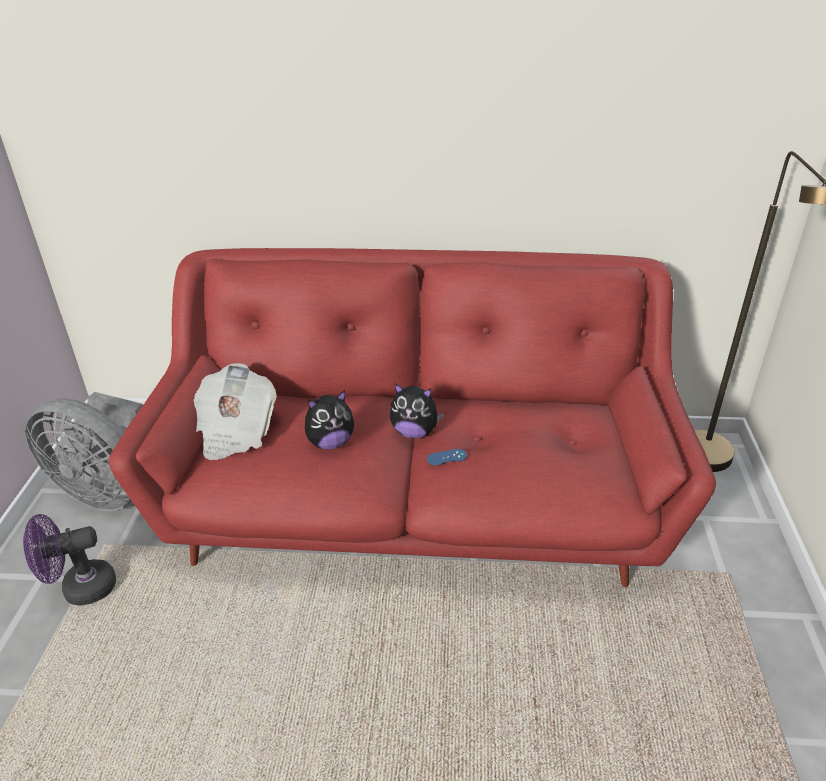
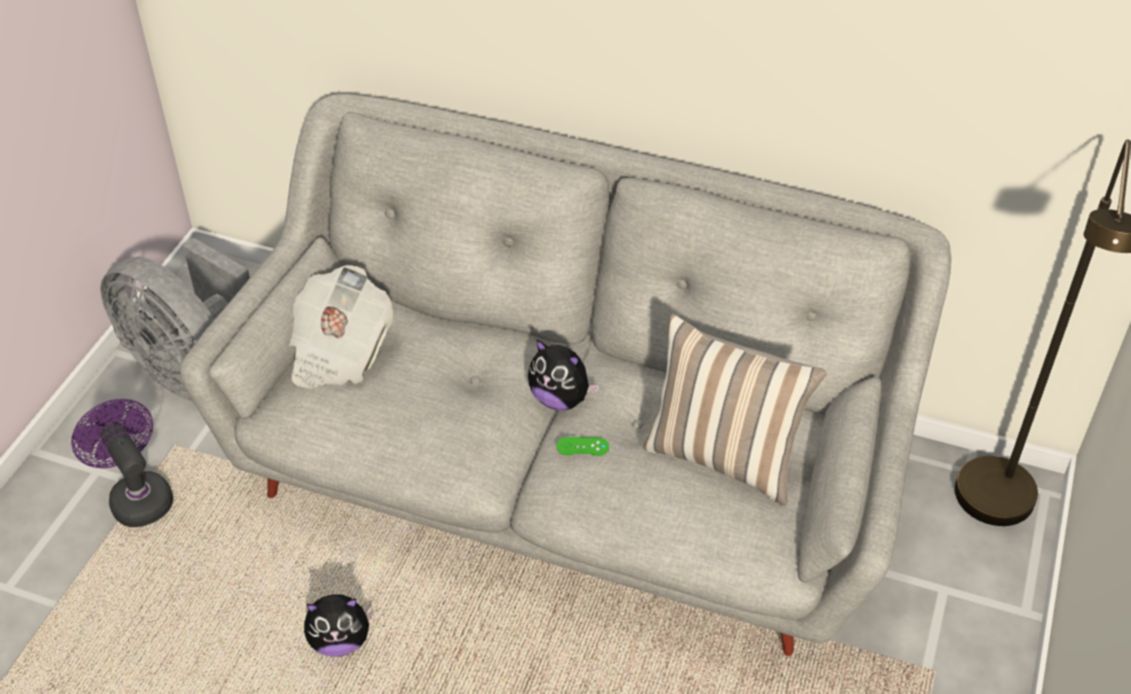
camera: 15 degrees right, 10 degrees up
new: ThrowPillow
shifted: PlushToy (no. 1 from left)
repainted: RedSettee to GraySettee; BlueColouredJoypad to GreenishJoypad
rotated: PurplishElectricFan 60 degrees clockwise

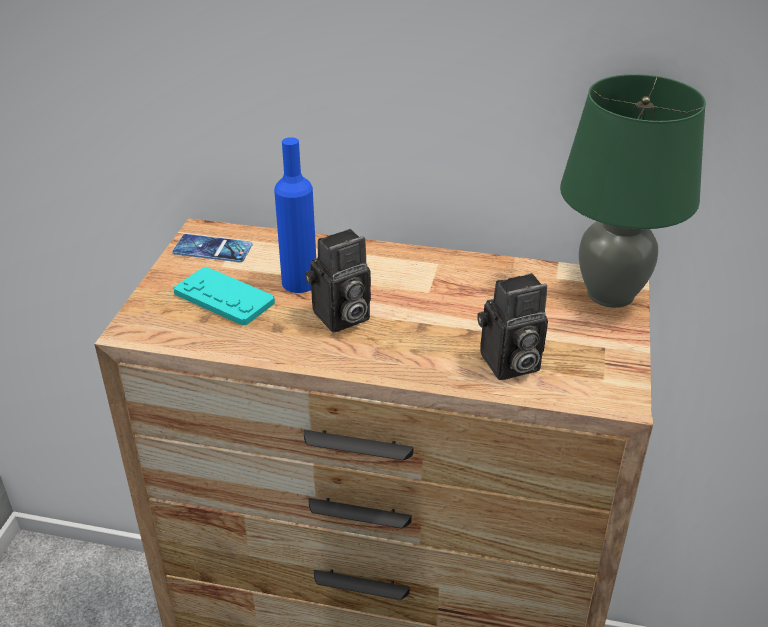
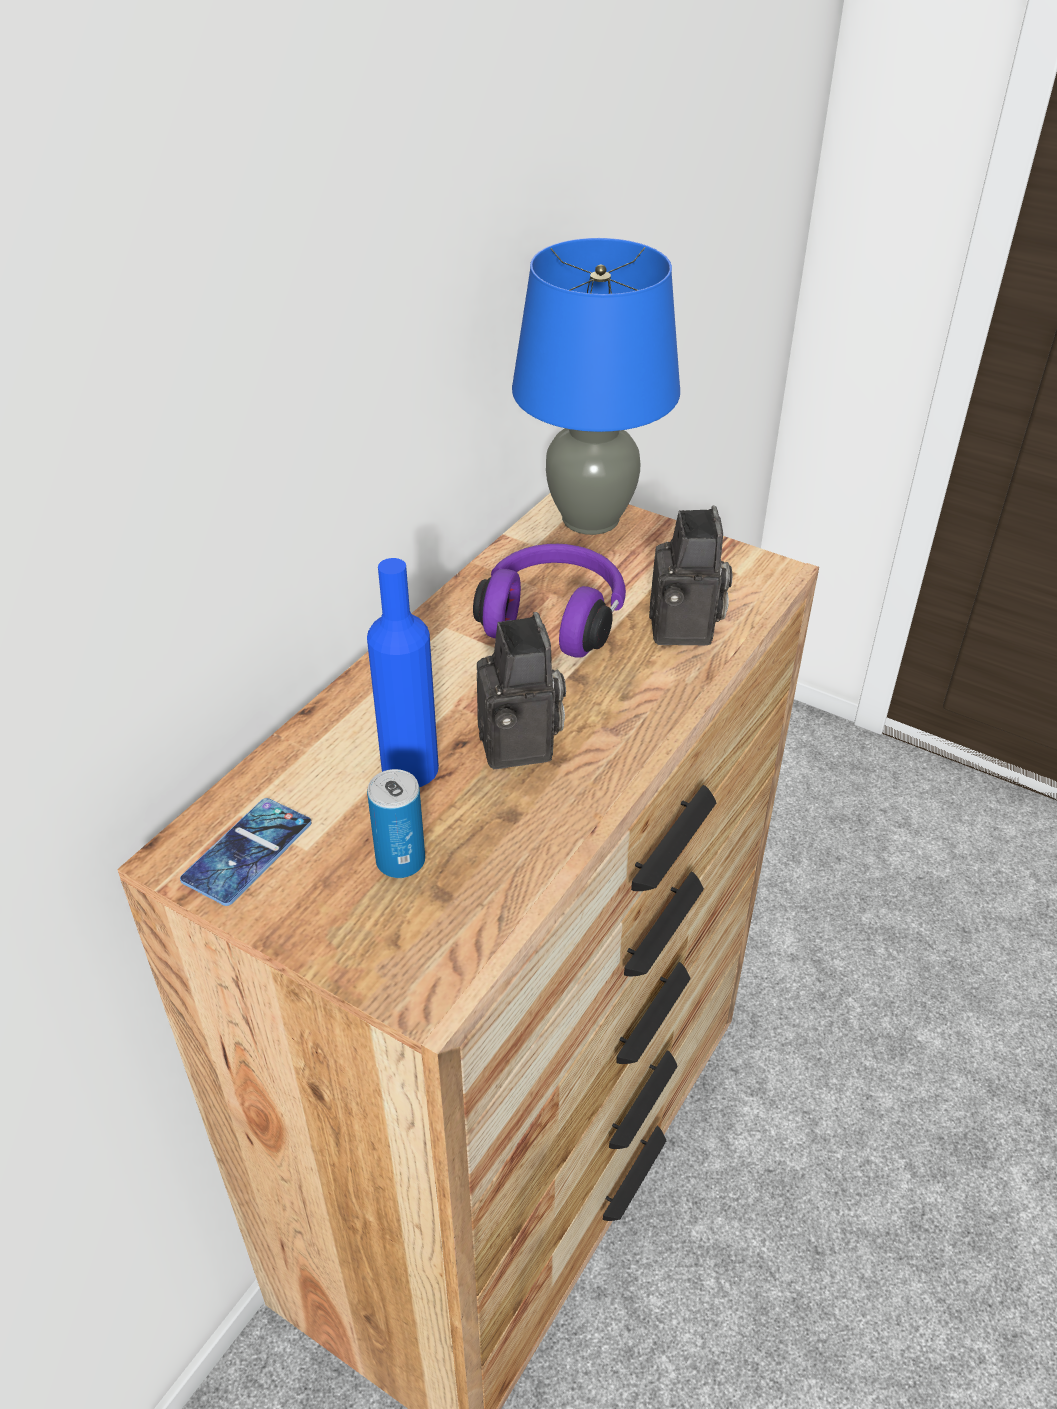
camera: 70 degrees left, 5 degrees up
new: PurplishPairOfHeadphones
swapped: TurquoiseColouredJoypad to MetalCan
repainted: GreenishLampForATable to BlueColouredLampForATable

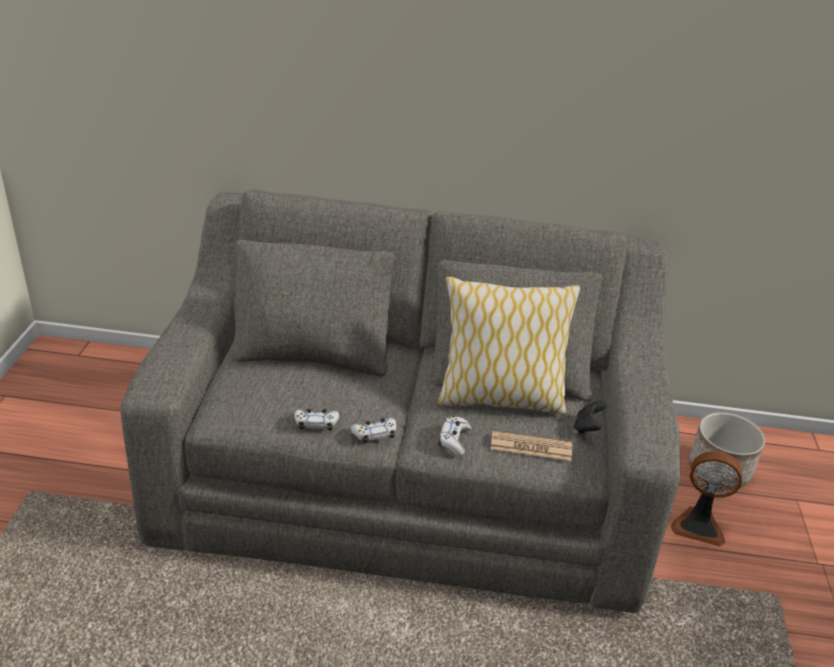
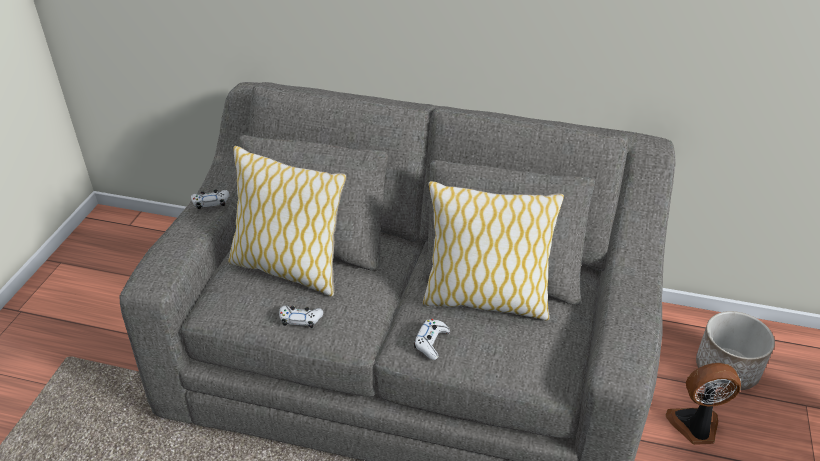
camera: 10 degrees right, 5 degrees up
gone: Newspaper; BlackColouredJoypad
new: ThrowPillow (no. 1 from left)
shifted: WhiteJoypad (no. 2 from left in the first image) to WhiteJoypad (no. 1 from left)
rotated: ElectricFan 150 degrees clockwise

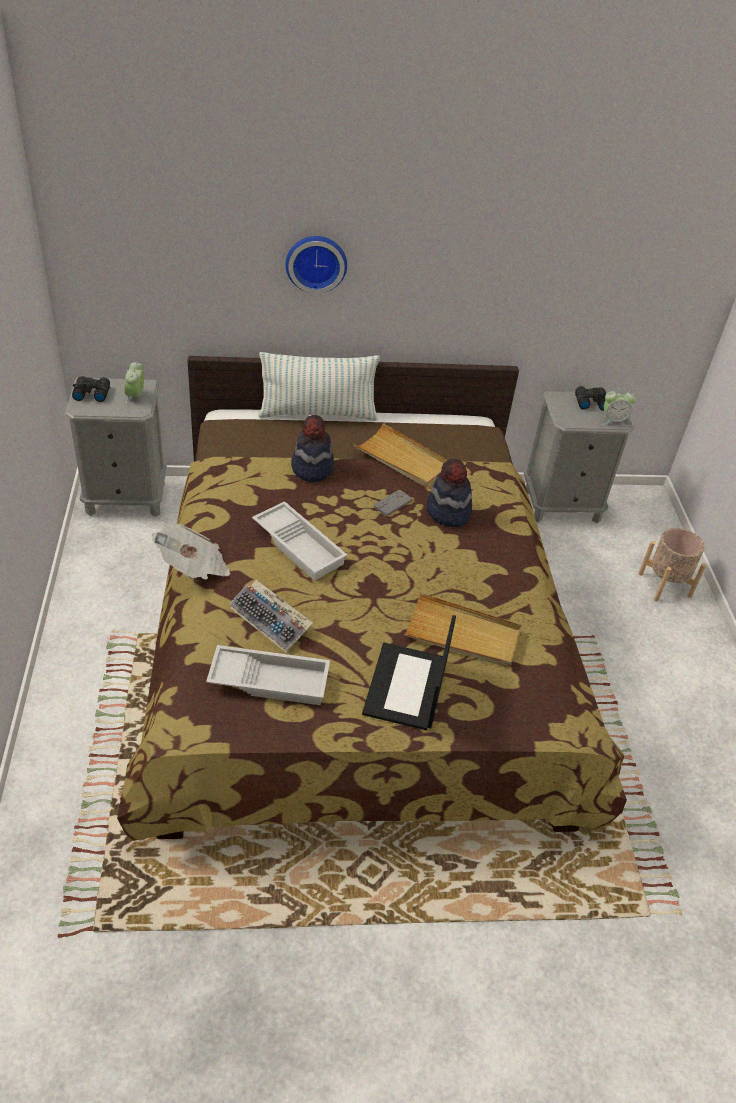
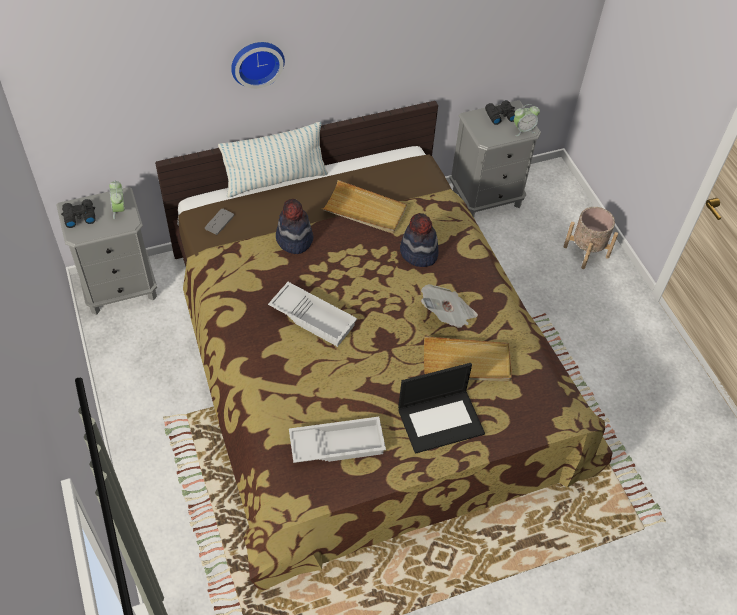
camera: 15 degrees left, 10 degrees up
gone: Keyboard
shifted: GrayJoypad; Newspaper
rotated: PortableComputer 105 degrees counterclockwise

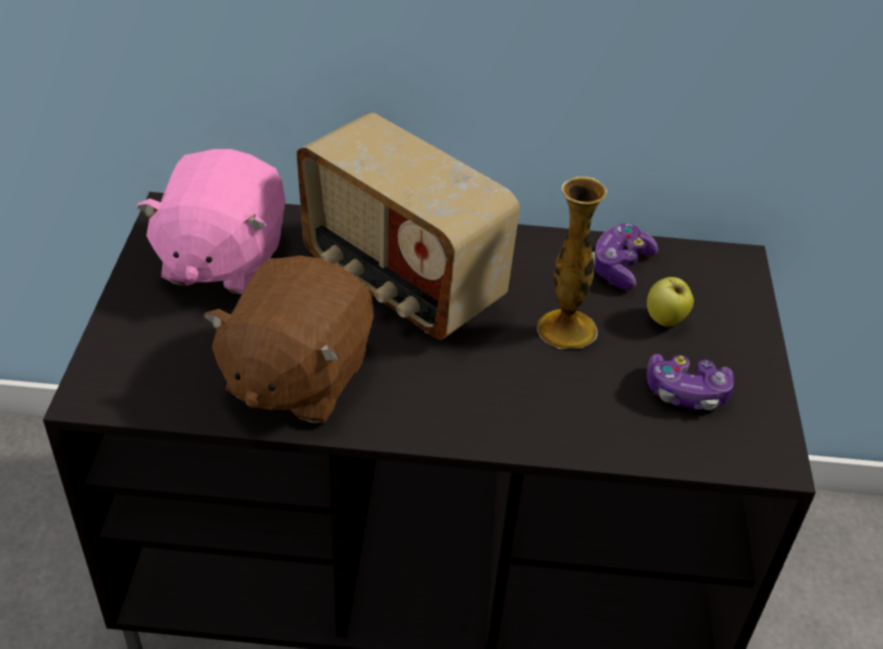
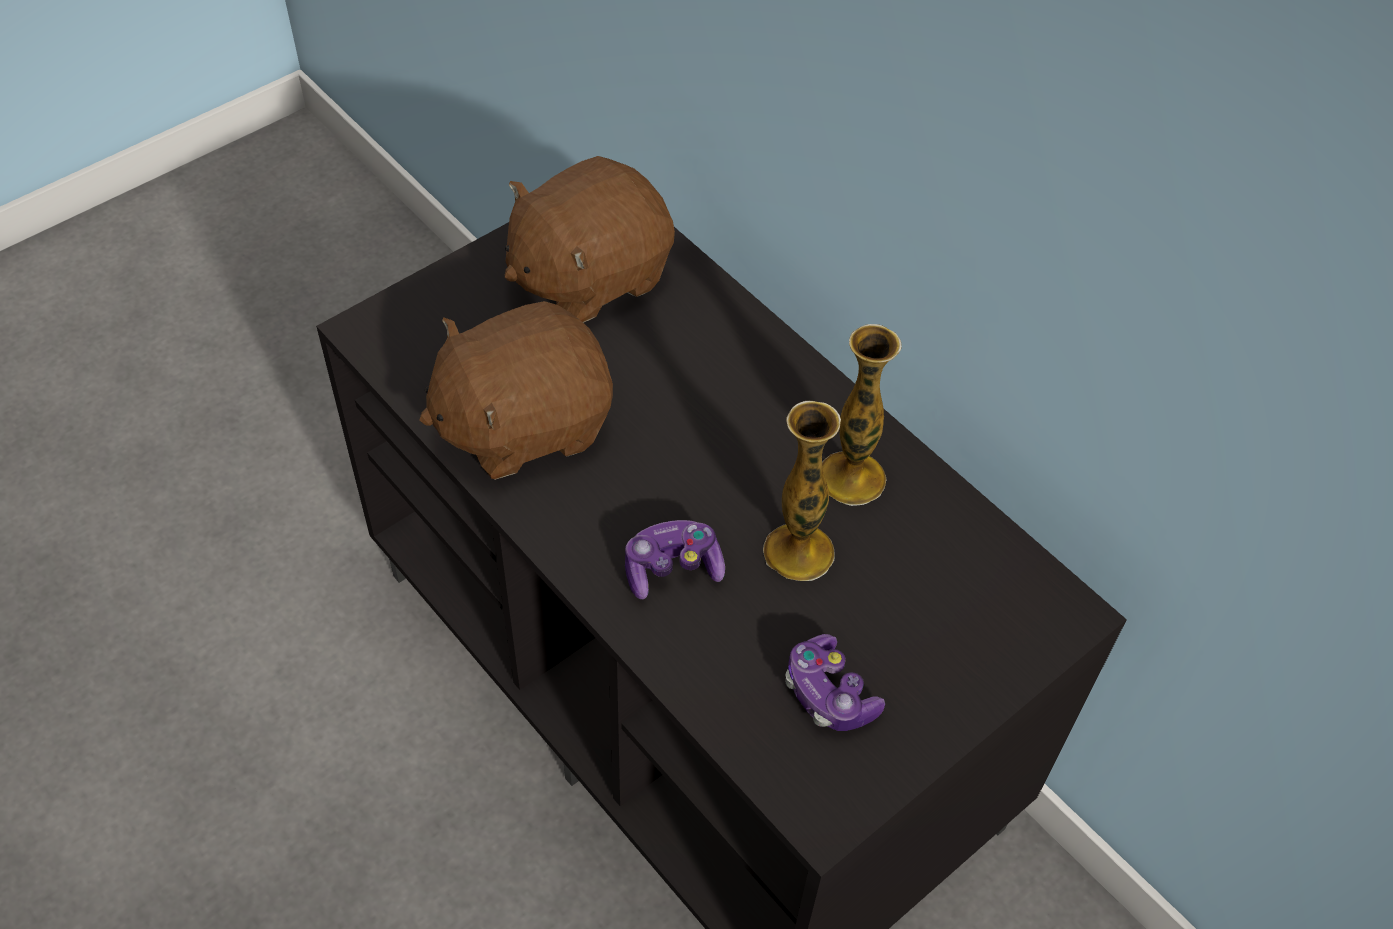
camera: 45 degrees right, 10 degrees up
gone: Radio; WholeApple
new: Vase (no. 2 from left)
shifted: Joypad (no. 1 from left)
repainted: PinkishPlushToy to BrownPlushToy (no. 2 from left)

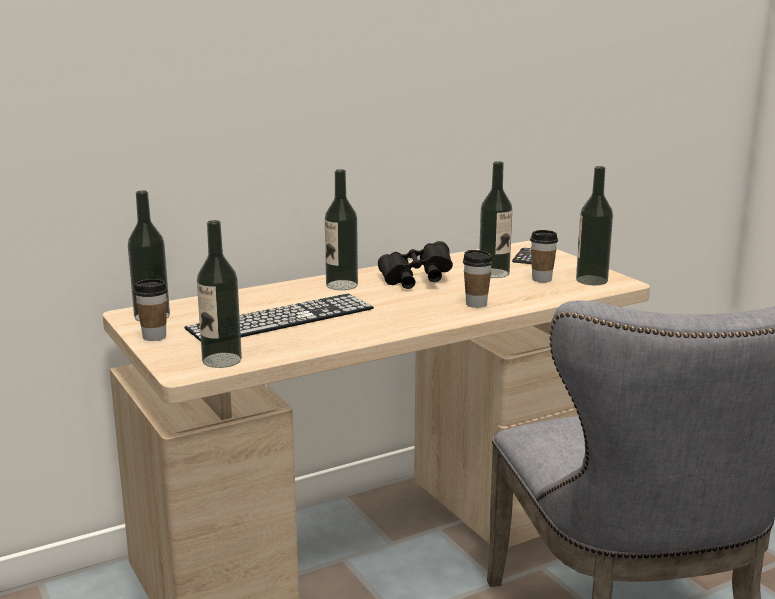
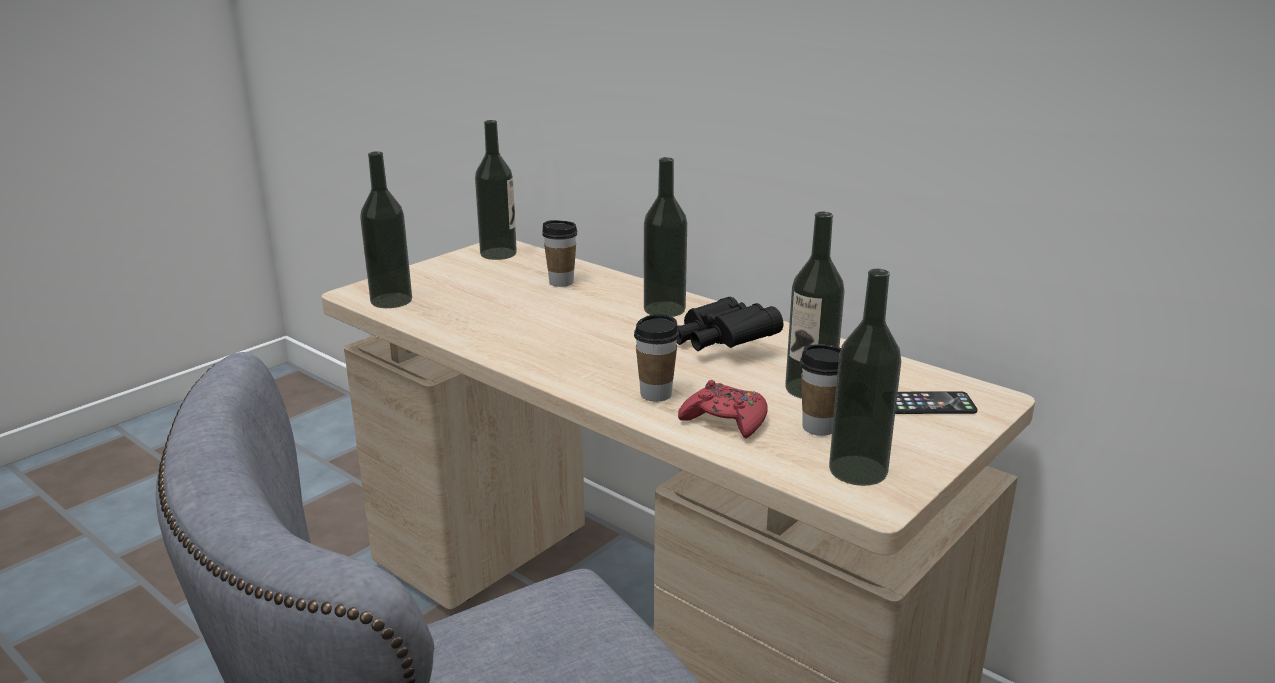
camera: 70 degrees right, 5 degrees up
gone: Keyboard
new: RedJoypad
shifted: Cup (no. 1 from left)

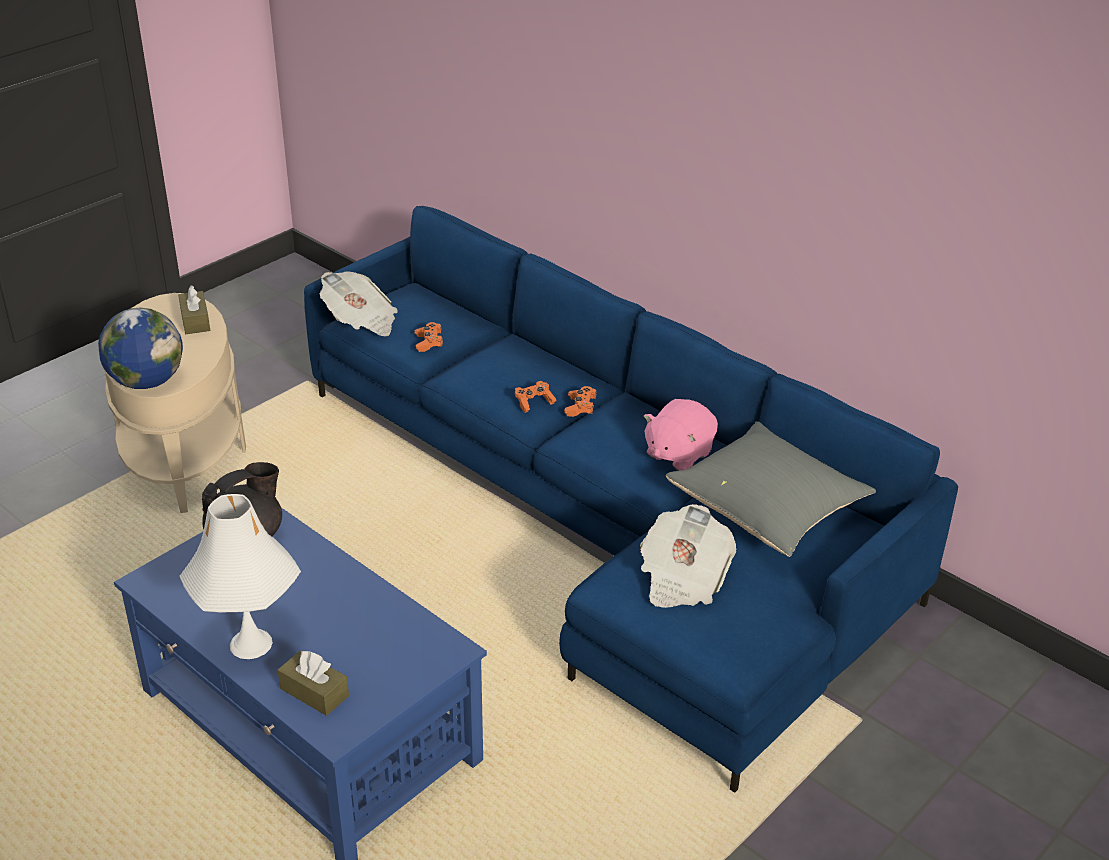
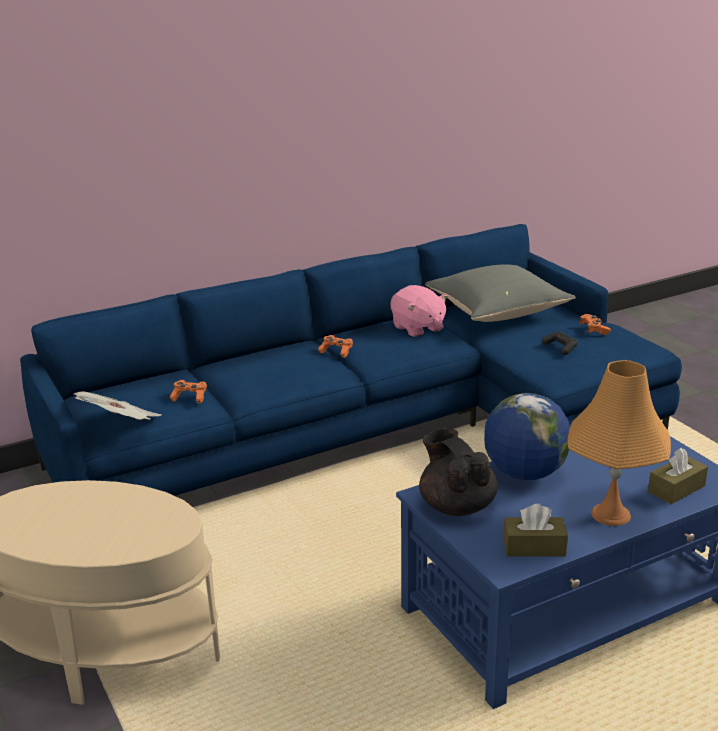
camera: 70 degrees left, 10 degrees down
shifted: DeskGlobe; BrownBoxOfTissues (no. 1 from left); OrangeColouredJoypad (no. 2 from left in the first image) to OrangeColouredJoypad (no. 3 from left)
swapped: Newspaper (no. 2 from left) to BlackColouredJoypad
repainted: WhiteLampForATable to OrangeColouredLampForATable

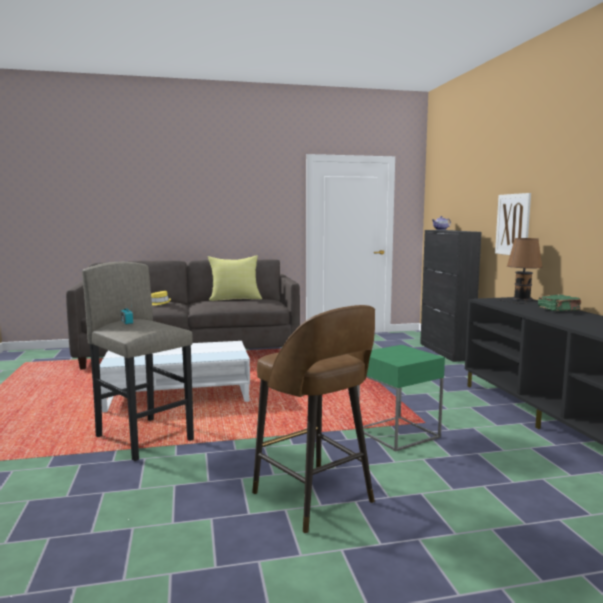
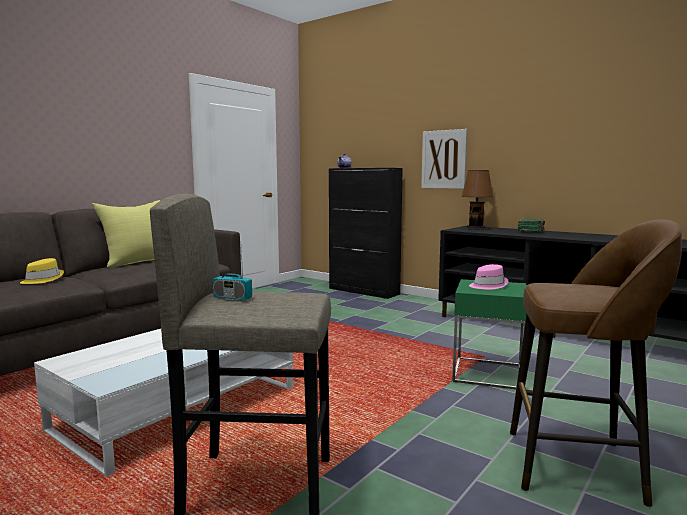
camera: 40 degrees left, 0 degrees up
new: PinkishClothingHat

